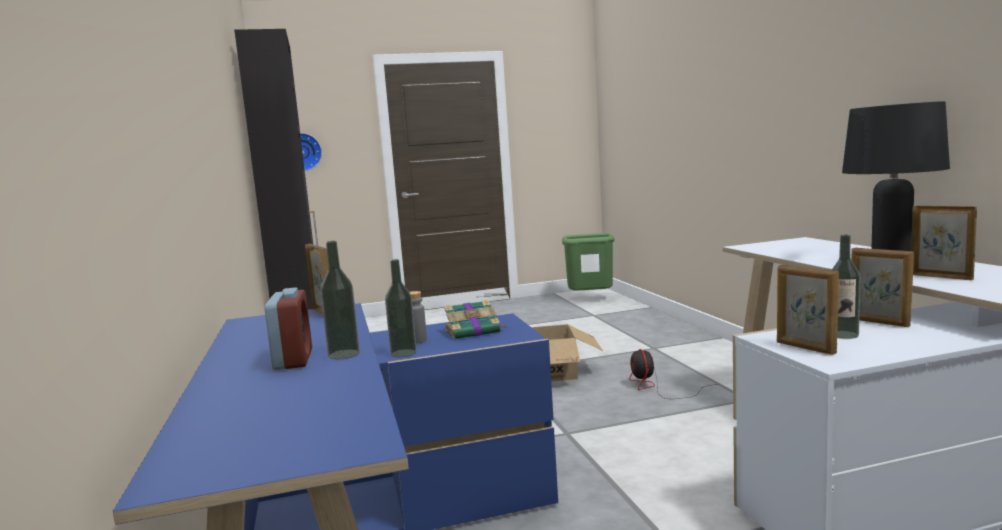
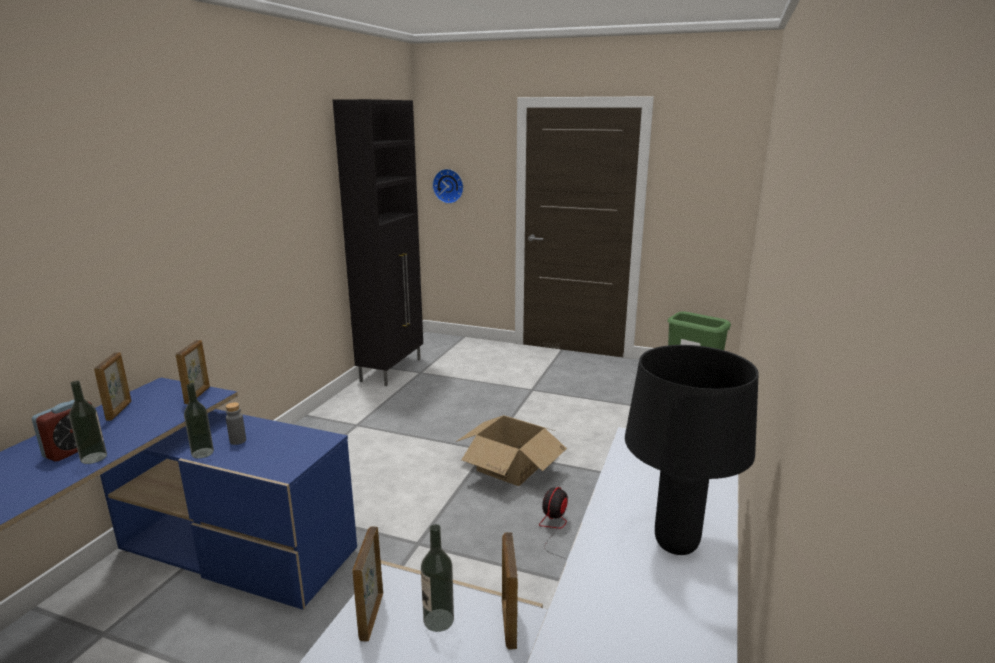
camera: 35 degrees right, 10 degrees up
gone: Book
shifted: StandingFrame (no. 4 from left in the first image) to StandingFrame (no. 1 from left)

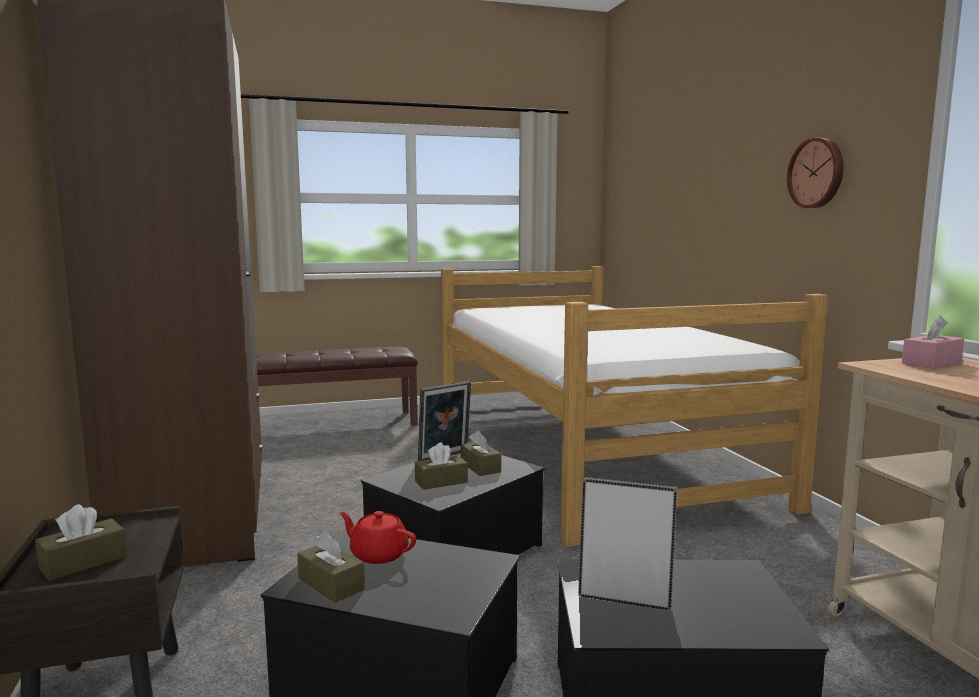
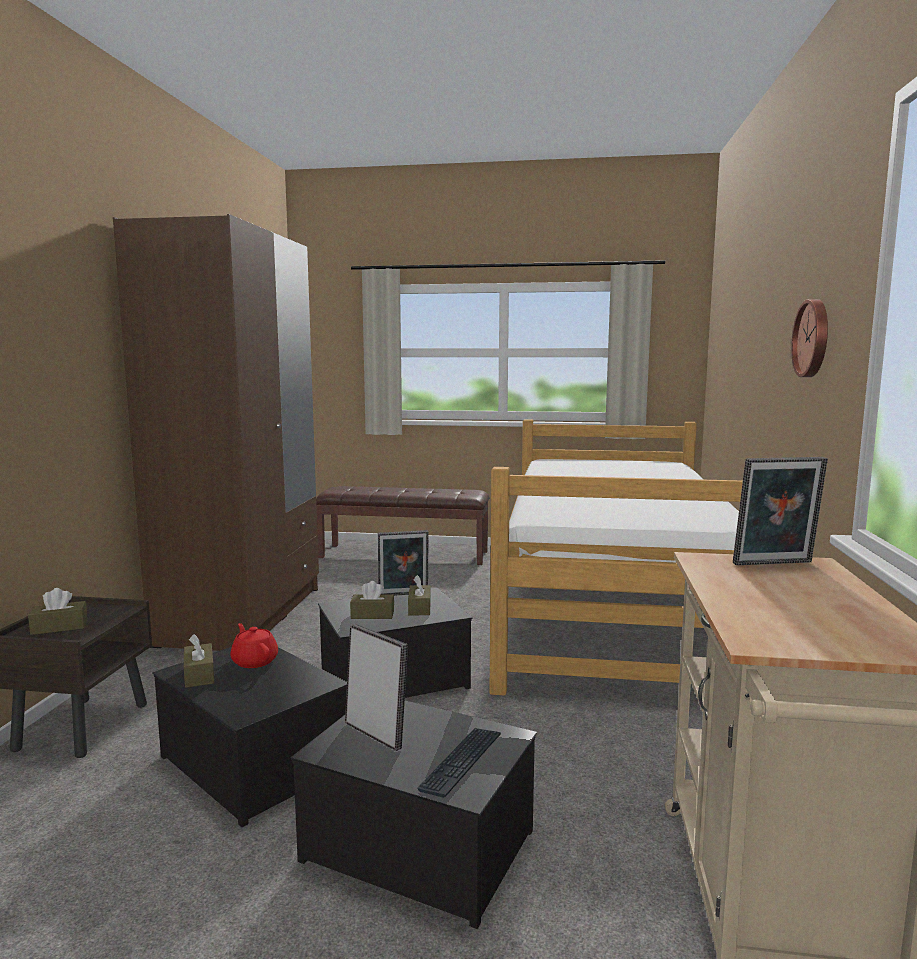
camera: 25 degrees right, 0 degrees up
new: Keyboard
swapped: PinkishBoxOfTissues to StandingFrame (no. 3 from left)

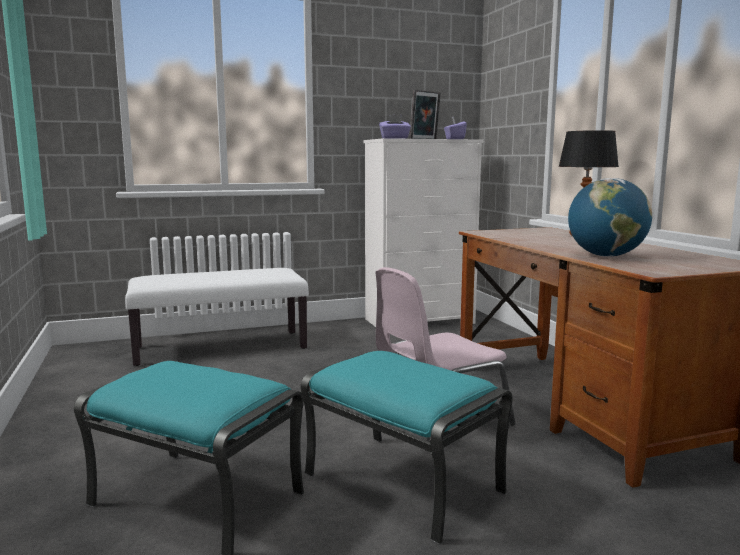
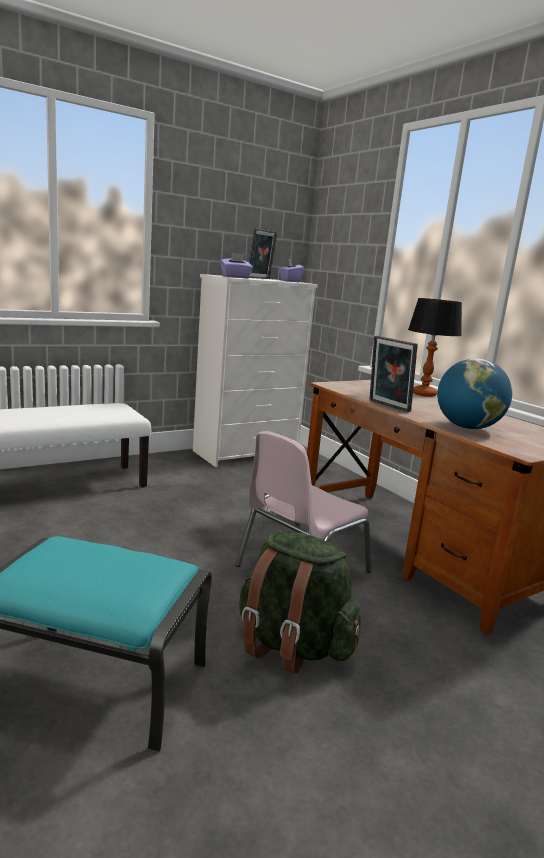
camera: 15 degrees left, 5 degrees up
new: StandingFrame (no. 2 from left)
swapped: TurquoiseColouredFootrest (no. 2 from left) to GreenishKnapsack

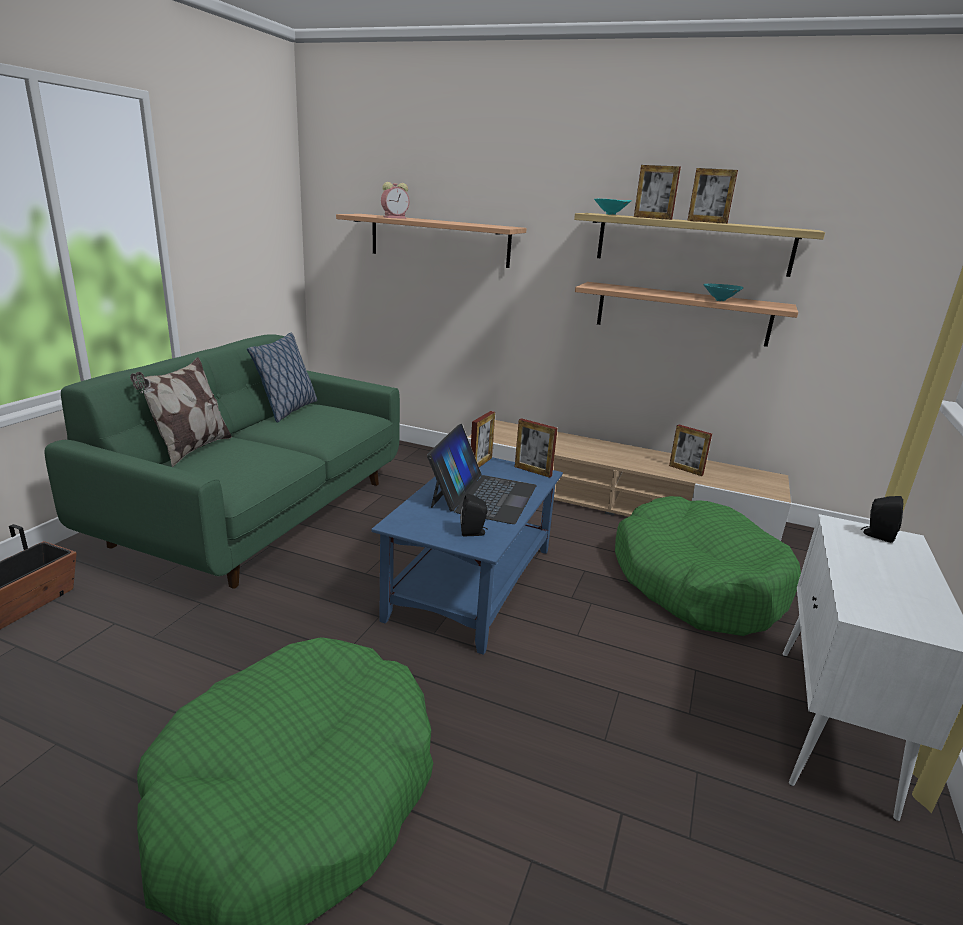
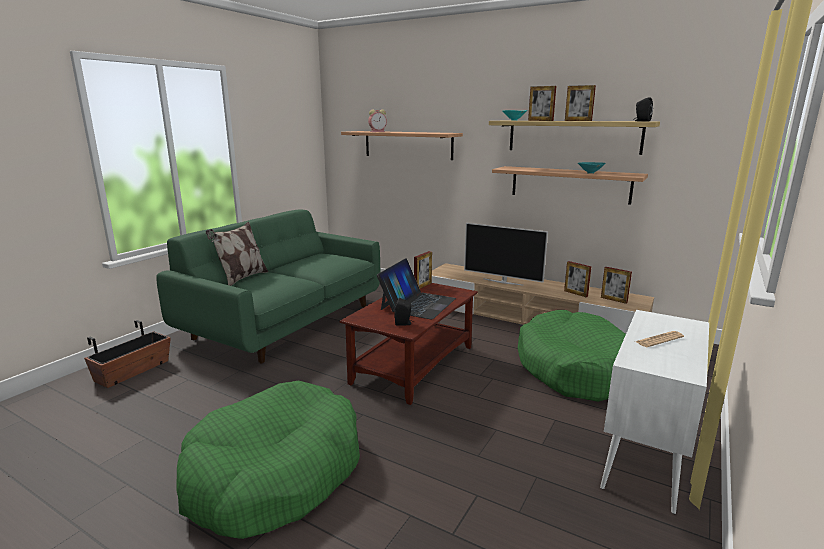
camera: 10 degrees right, 5 degrees down
gone: ThrowPillow (no. 2 from left)
new: Television; Newspaper
shifted: StandingFrame (no. 2 from left in the first image) to StandingFrame (no. 5 from left); BlackColouredSpeaker (no. 2 from left)
repainted: BlueColouredLoungeTable to BrownLoungeTable

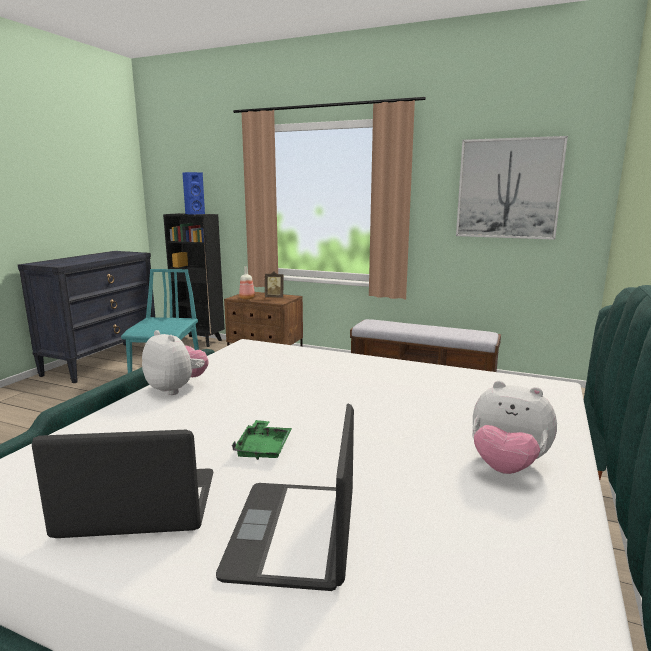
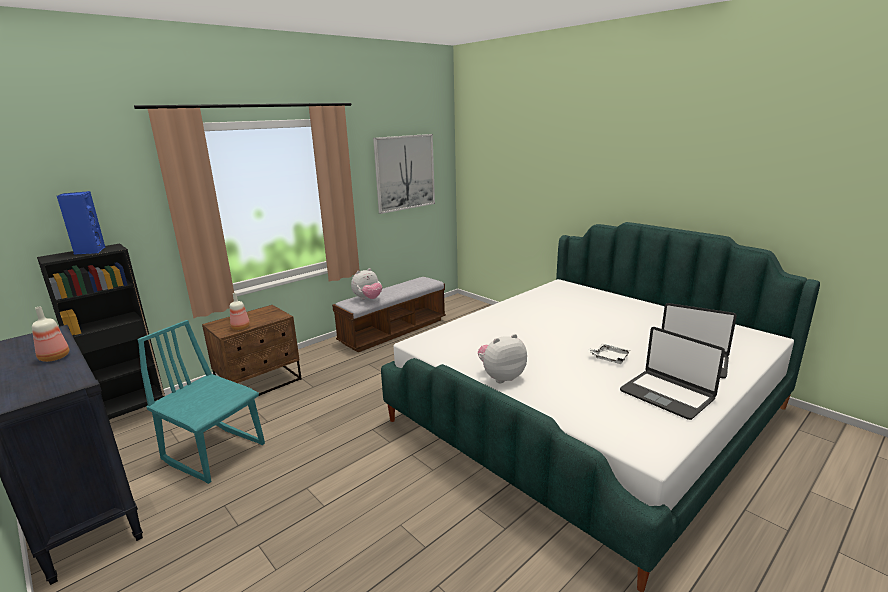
camera: 65 degrees left, 5 degrees up
gone: StandingFrame
new: DrinkBottle (no. 1 from left)
shifted: PlushToy (no. 2 from left in the first image) to PlushToy (no. 1 from left)
repainted: GreenishServingTray to WhiteServingTray
rotated: PortableComputer (no. 1 from left) 60 degrees counterclockwise

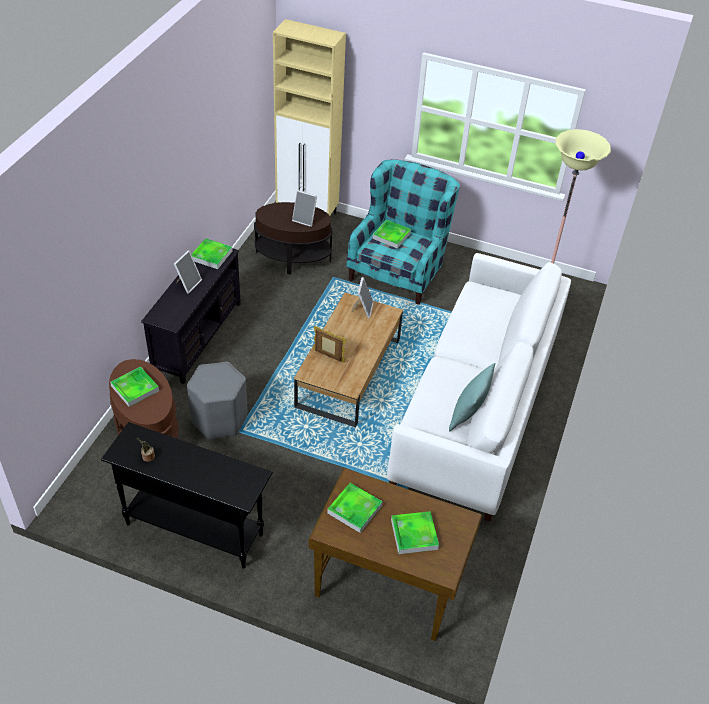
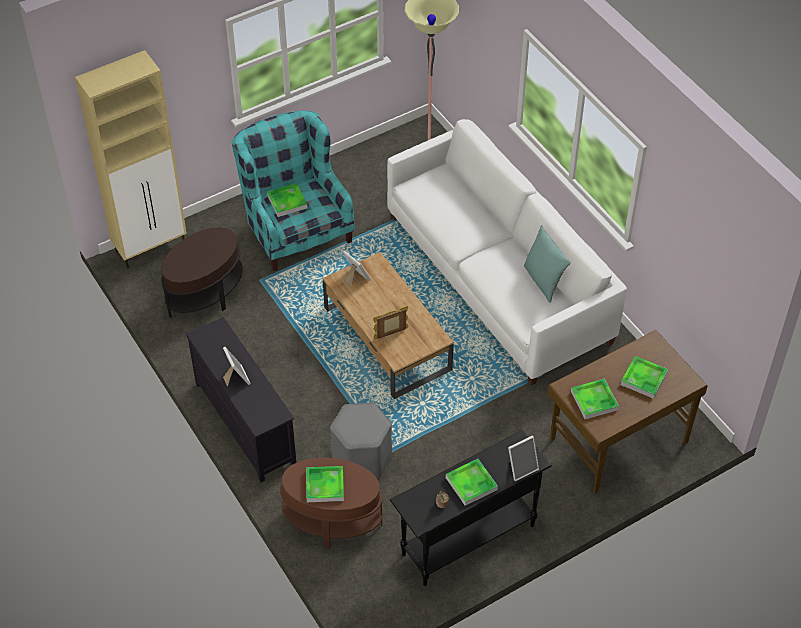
camera: 50 degrees left, 5 degrees up
shifted: ServingTray (no. 2 from left in the first image) to ServingTray (no. 3 from left); StandingFrame (no. 2 from left in the first image) to StandingFrame (no. 4 from left)

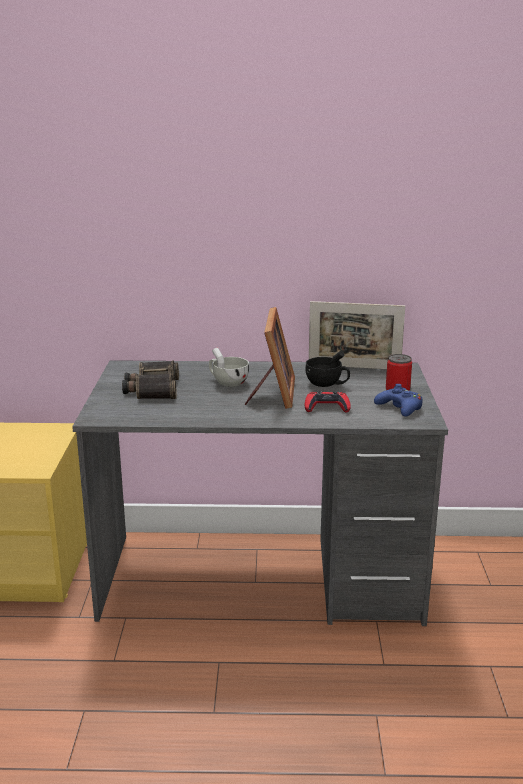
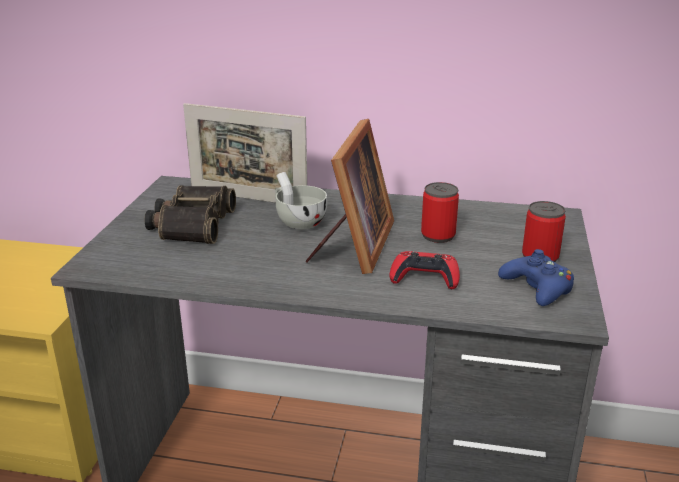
camera: 10 degrees right, 5 degrees up
shifted: StandingFrame (no. 2 from left in the first image) to StandingFrame (no. 1 from left)
swapped: BlackColouredCup to MetalCan (no. 1 from left)

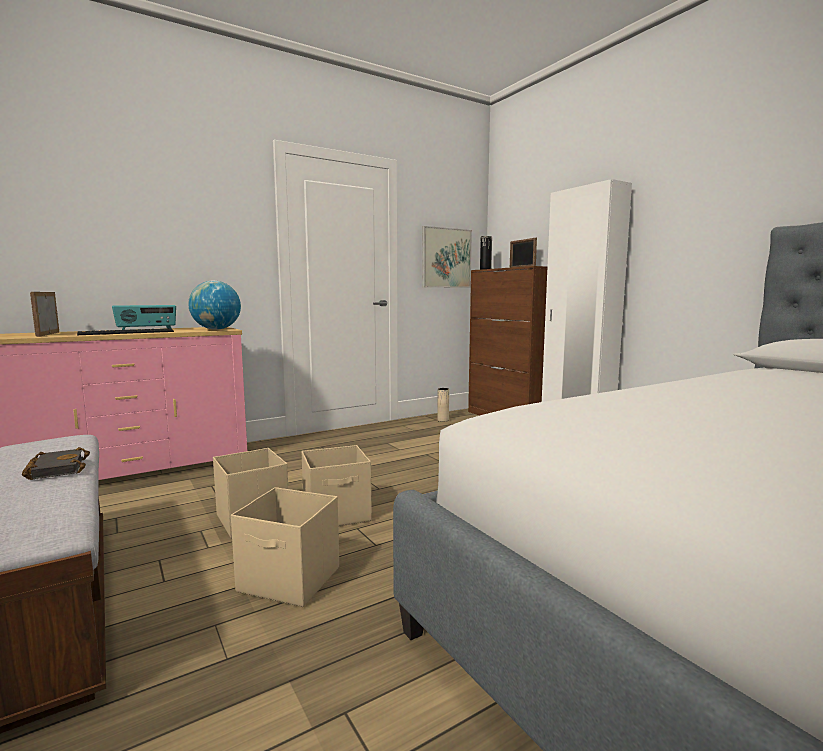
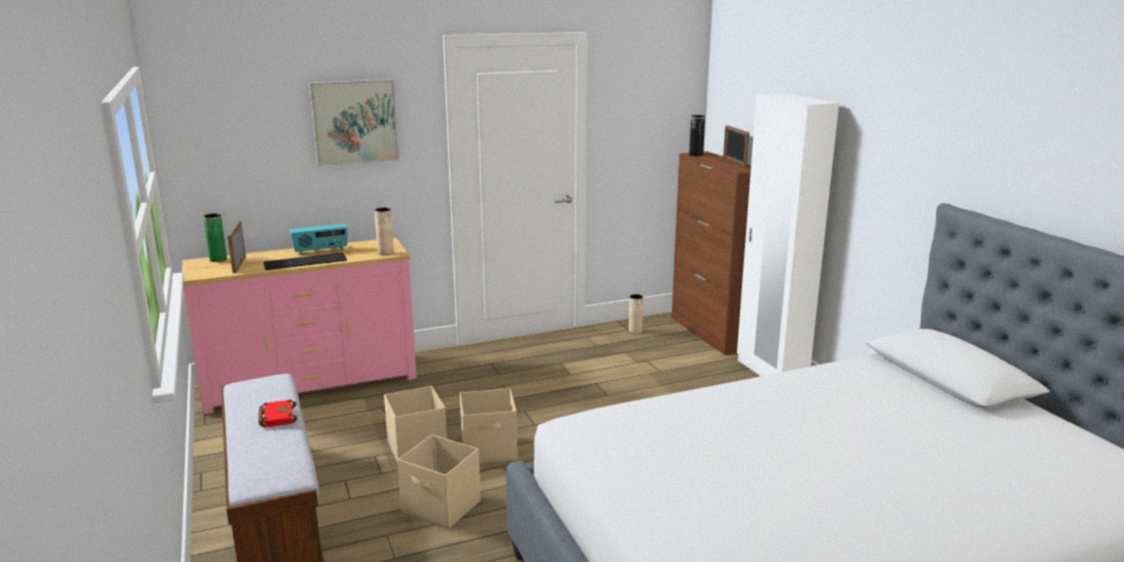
camera: 10 degrees right, 10 degrees up
new: GreenishVase
shifted: Picture
swapped: DeskGlobe to SandColouredVase (no. 1 from left)
repainted: BlackColouredBook to RedBook

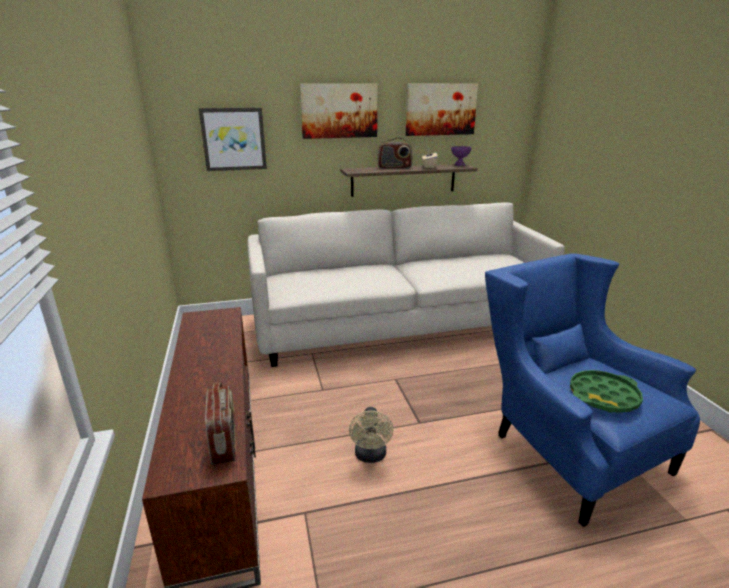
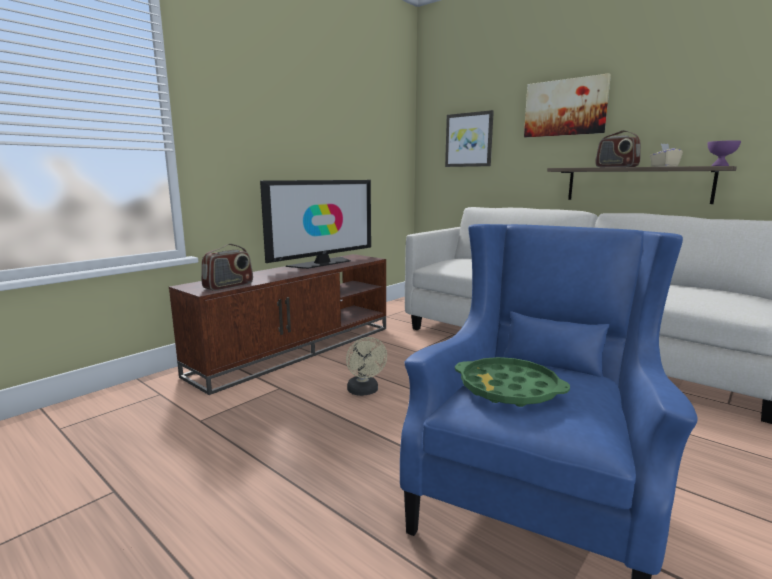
camera: 55 degrees right, 10 degrees down
gone: Picture (no. 3 from left)
new: Television
rotated: SandColouredElectricFan 75 degrees counterclockwise

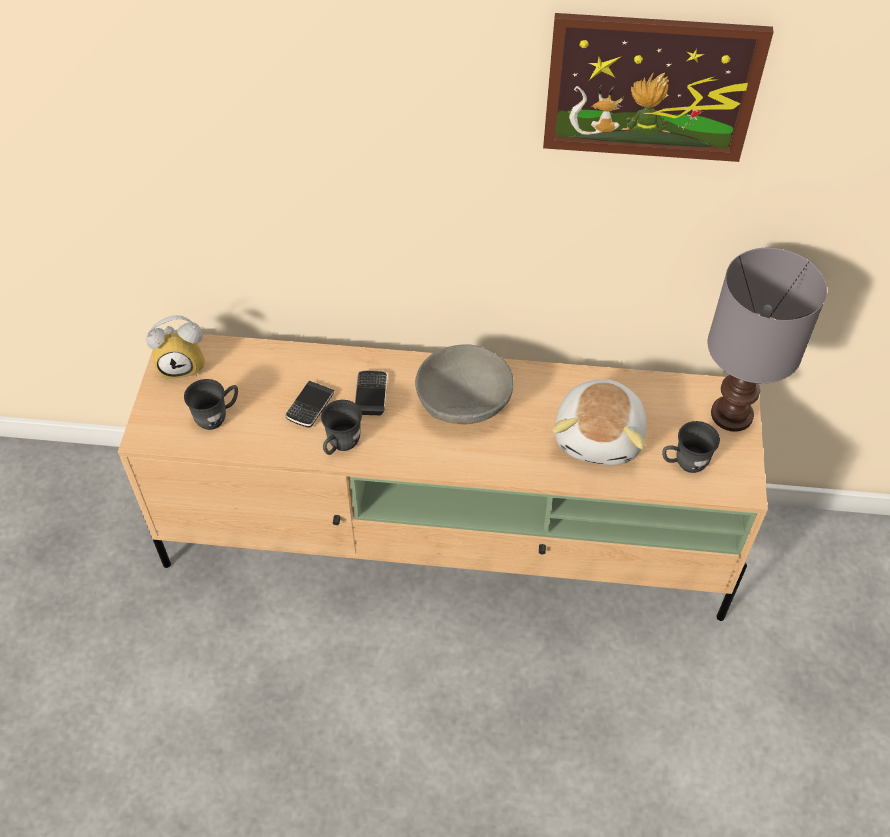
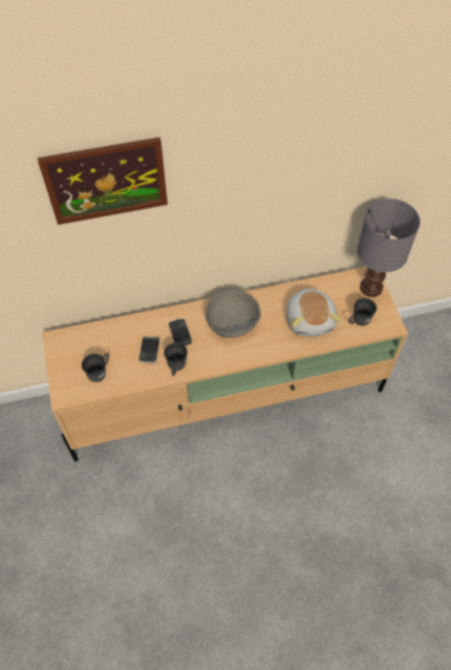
camera: 20 degrees left, 5 degrees up
gone: AlarmClock
shifted: Picture

